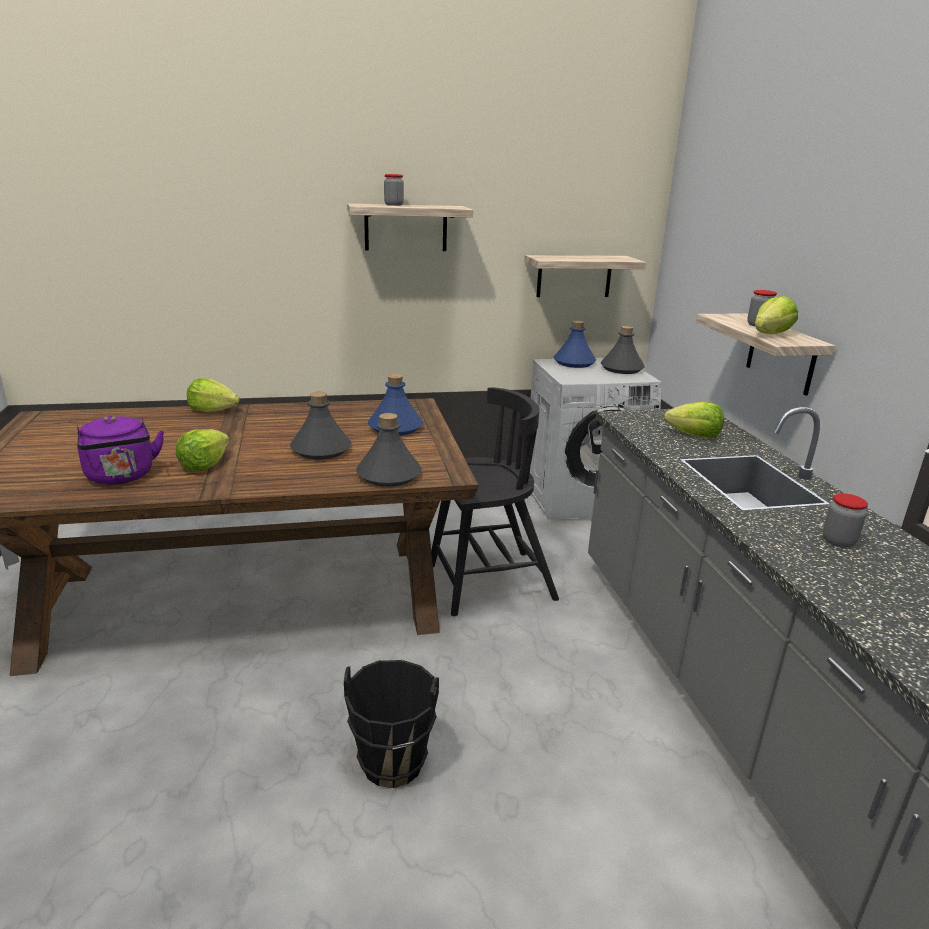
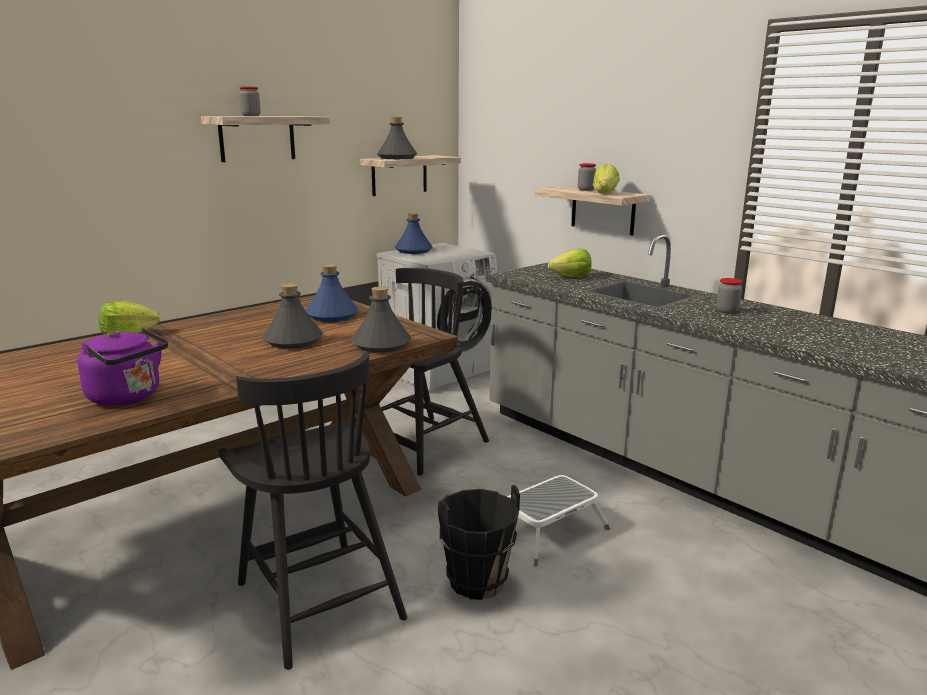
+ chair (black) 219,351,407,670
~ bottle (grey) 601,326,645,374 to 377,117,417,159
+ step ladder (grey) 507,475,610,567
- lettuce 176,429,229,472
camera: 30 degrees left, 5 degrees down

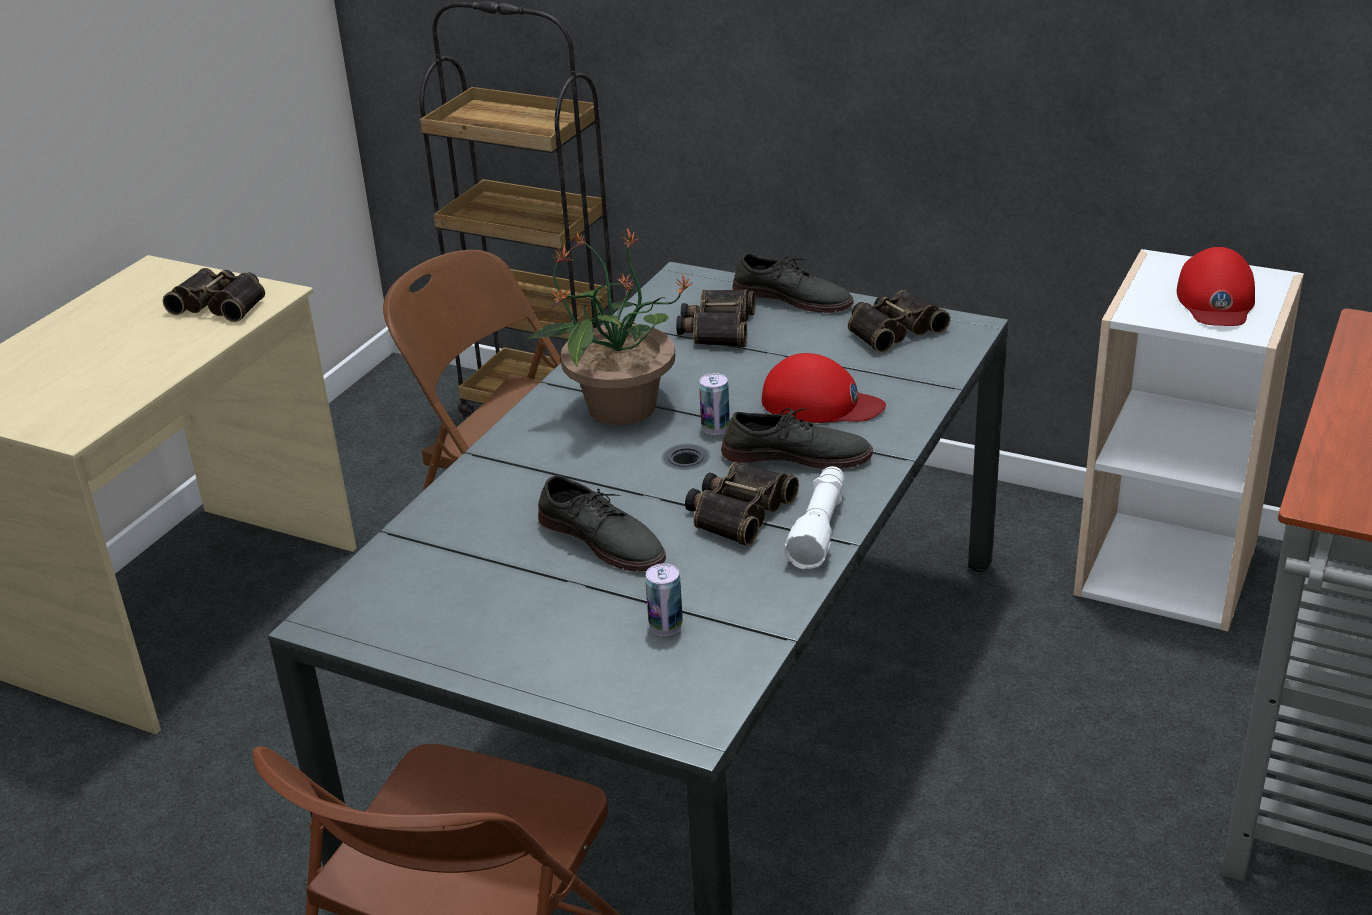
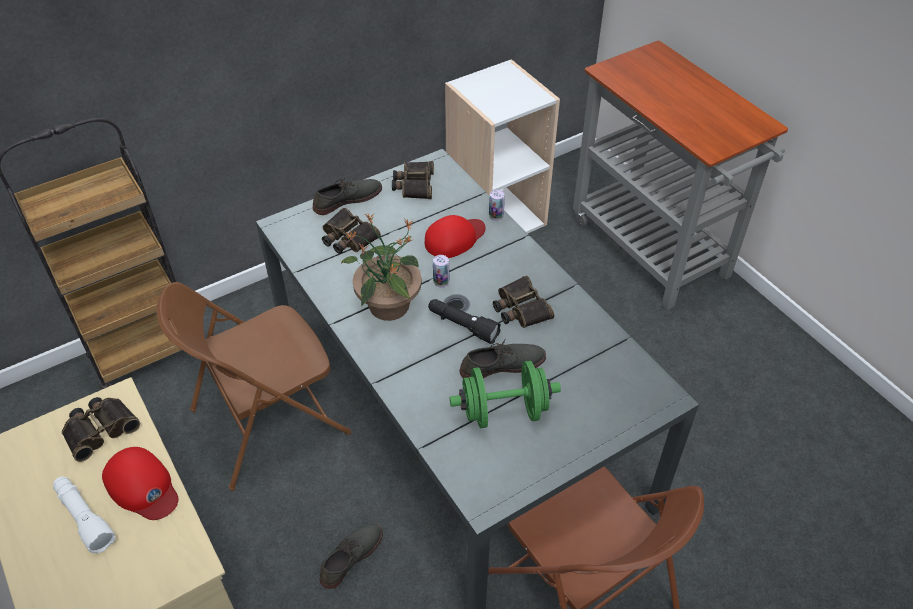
~ flashlight (white) 784,466,845,569 to 53,476,116,553
~ cap (red) 1177,247,1255,326 to 102,447,178,520
~ shoe (grey) 721,408,873,469 to 319,524,383,589
+ flashlight (black) 428,299,501,344
+ dumbbell (green) 450,361,561,428
~ can 645,564,683,636 to 489,190,505,221
camera: 60 degrees left, 15 degrees up

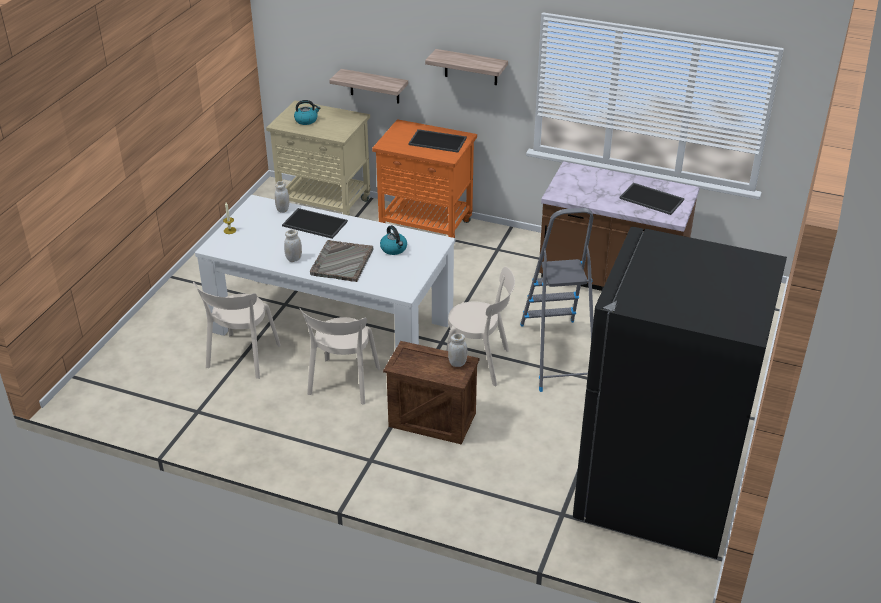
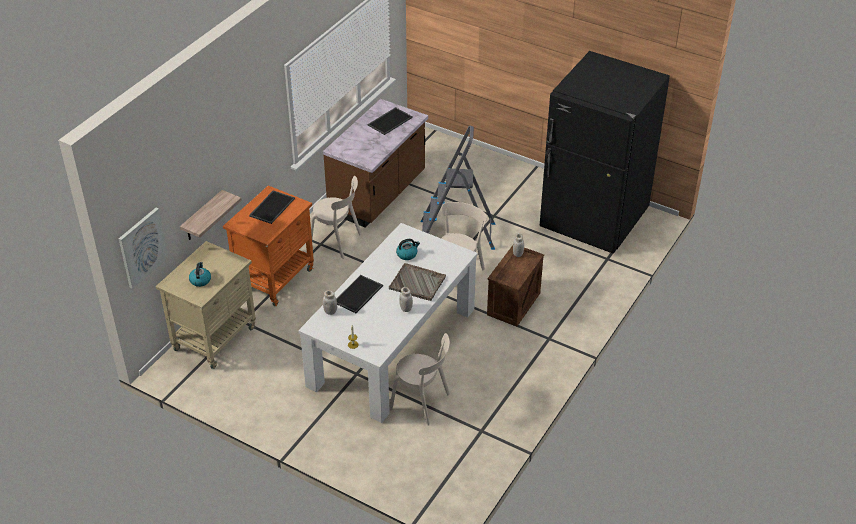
+ picture 119,208,168,289
~ chair (beige) 299,307,380,404 to 311,176,362,259
- shelf 425,49,508,85
camera: 80 degrees left, 5 degrees up

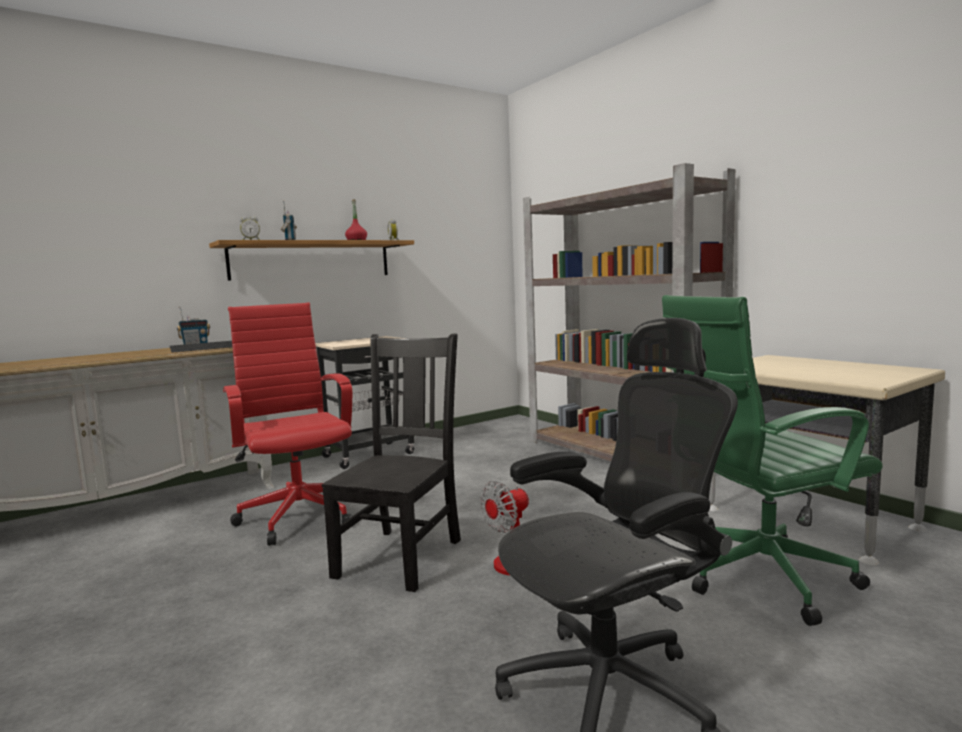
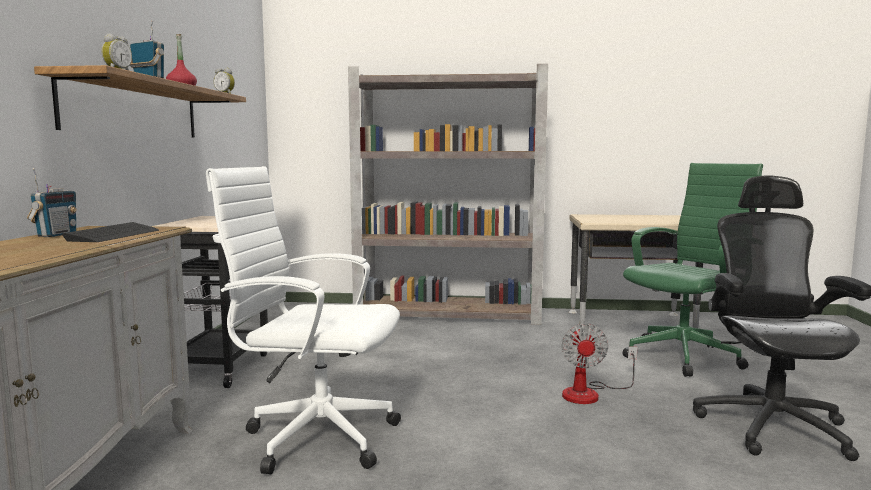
~ office chair (red) 223,302,353,546 to office chair (white) 206,166,401,474
~ office chair (green) 662,295,883,626 = 623,163,763,377 150 degrees counterclockwise
- chair (black) 322,334,461,592
camera: 50 degrees left, 0 degrees up

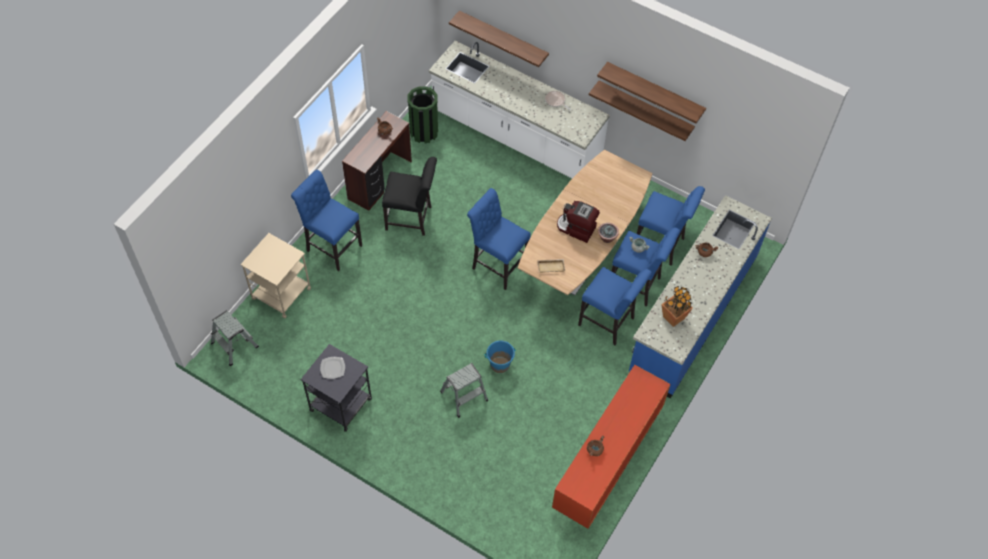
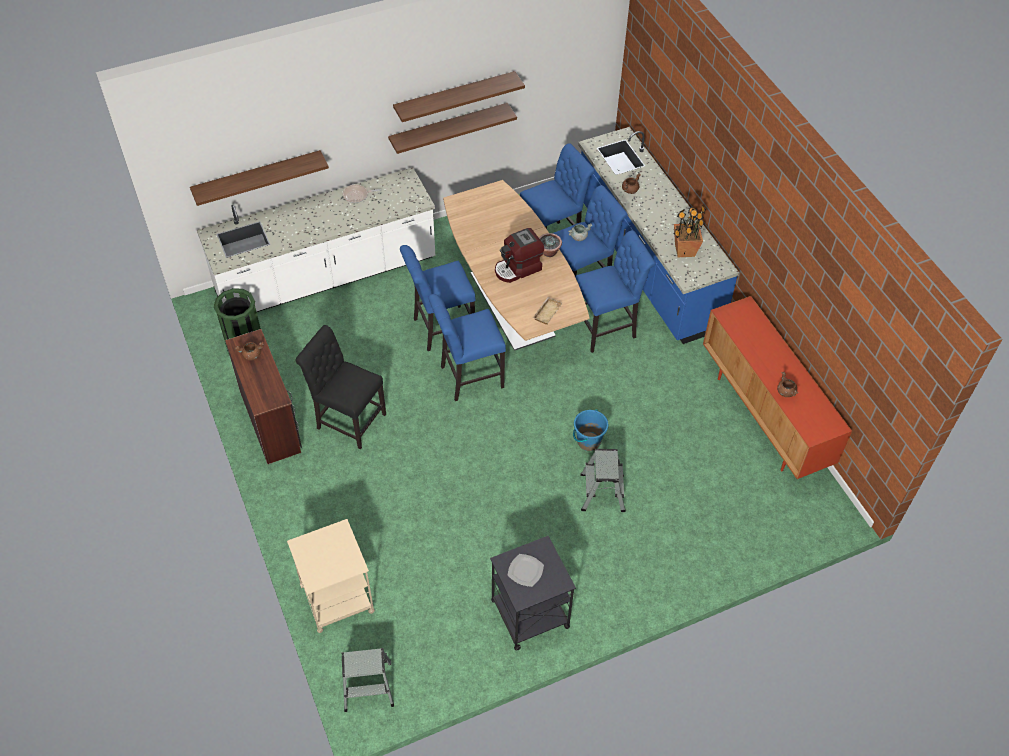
~ chair (black) 382,157,437,236 = 296,325,386,450 105 degrees counterclockwise
~ stool (blue) 291,170,362,271 to 400,245,476,351
camera: 55 degrees left, 5 degrees down

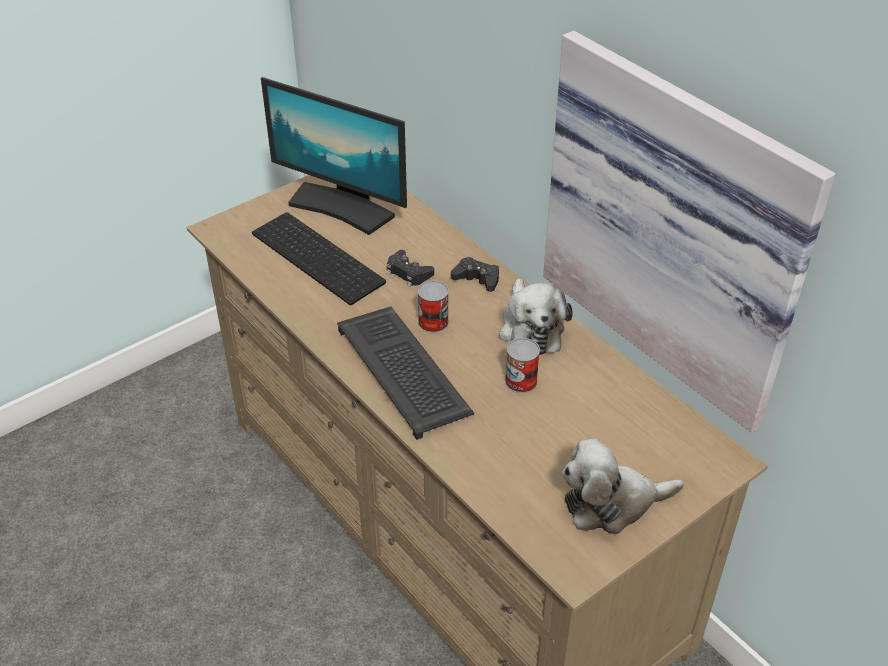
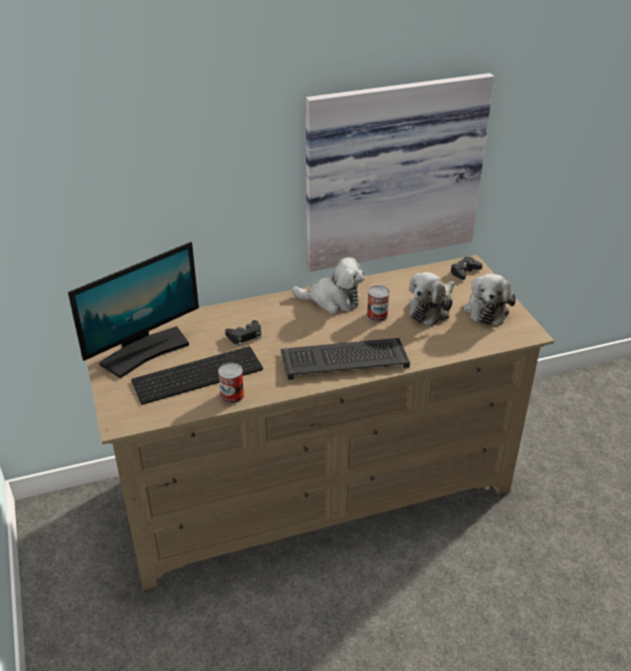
~ can 417,280,449,333 to 218,363,244,404
+ plush toy 409,272,455,326
~ game controller (black) 451,257,499,292 to 450,257,483,280
camera: 70 degrees left, 5 degrees down

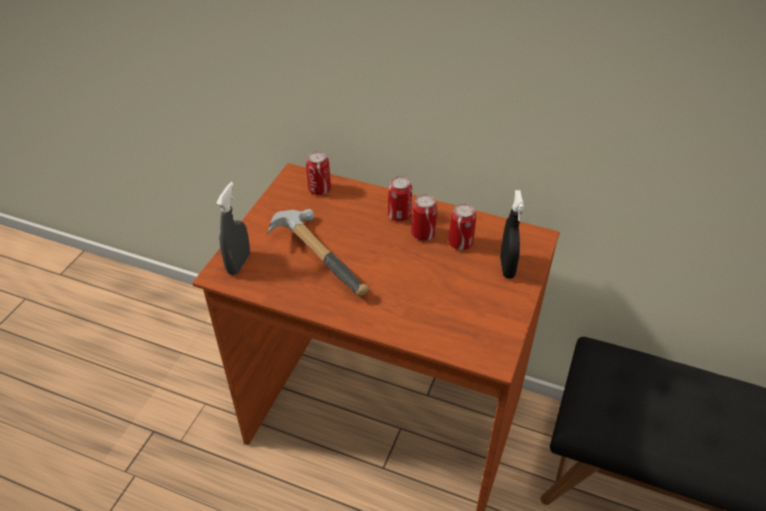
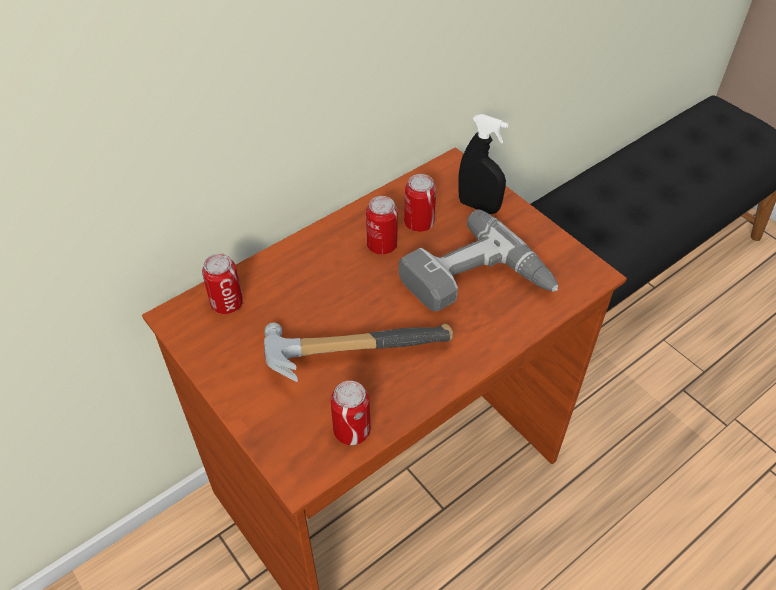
~ can 388,176,412,222 to 331,381,371,445
+ power drill 399,210,558,311
- spray bottle (grey) 216,182,250,275
camera: 60 degrees left, 5 degrees up

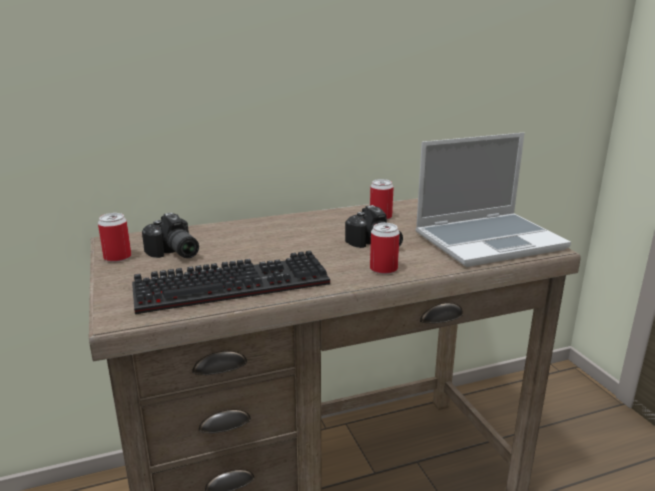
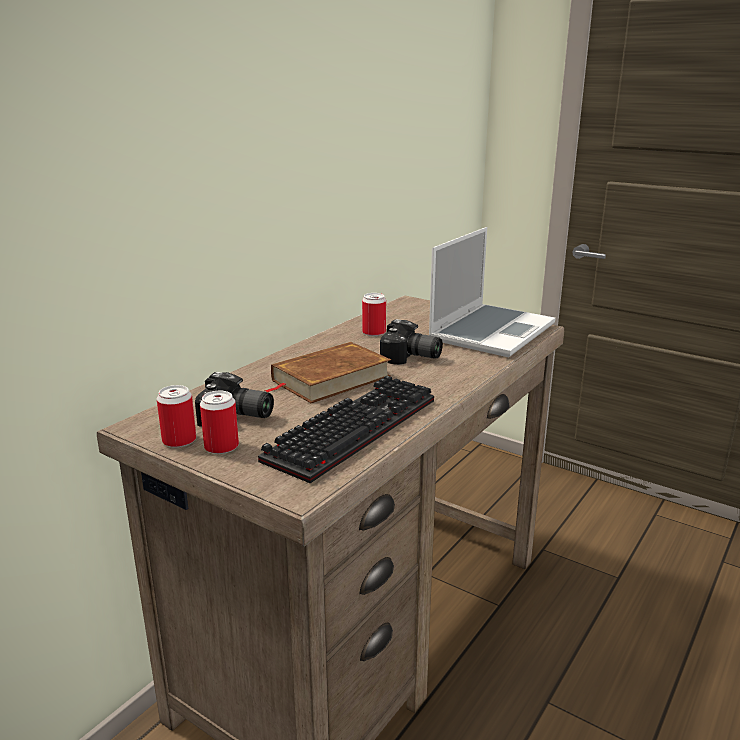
~ can 370,223,400,274 to 200,391,239,454
+ book (brown) 264,342,391,403
camera: 35 degrees left, 0 degrees up

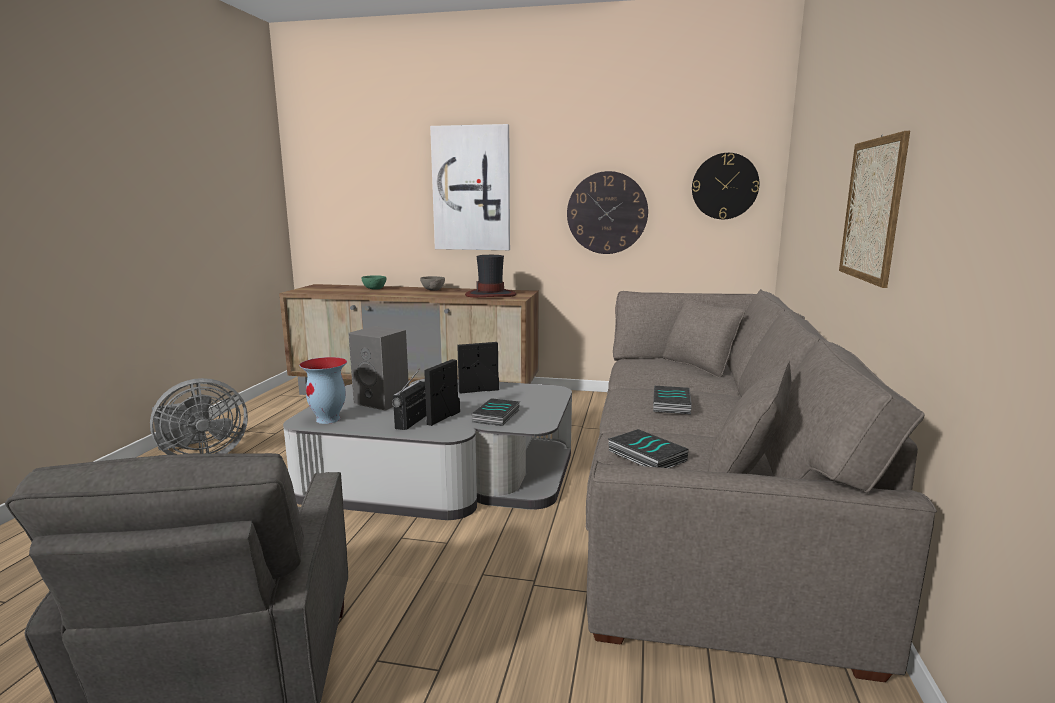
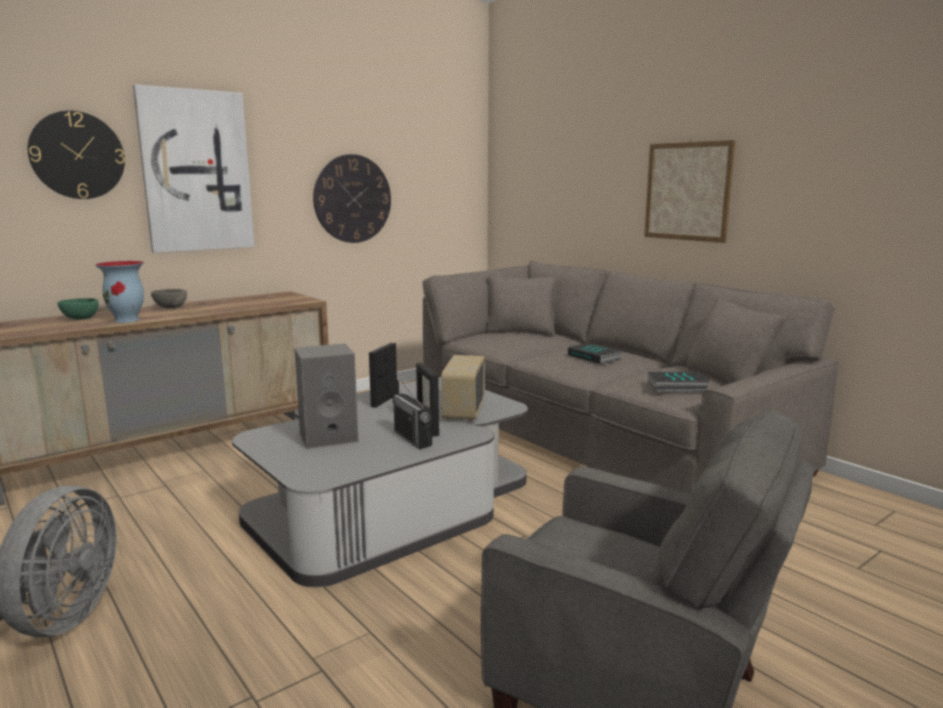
~ wall clock 692,153,759,219 to 27,111,125,199
~ vase 299,357,347,424 to 95,261,144,323
~ book 472,398,520,426 to radio 441,355,485,421
- hat 465,255,516,297
camera: 50 degrees left, 0 degrees up

